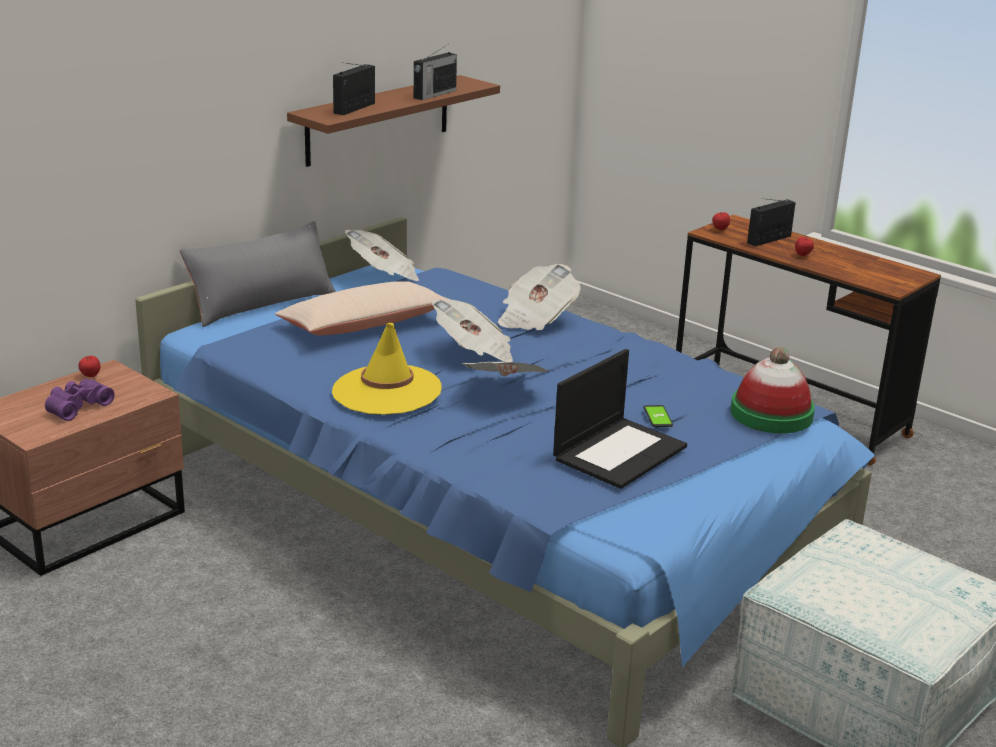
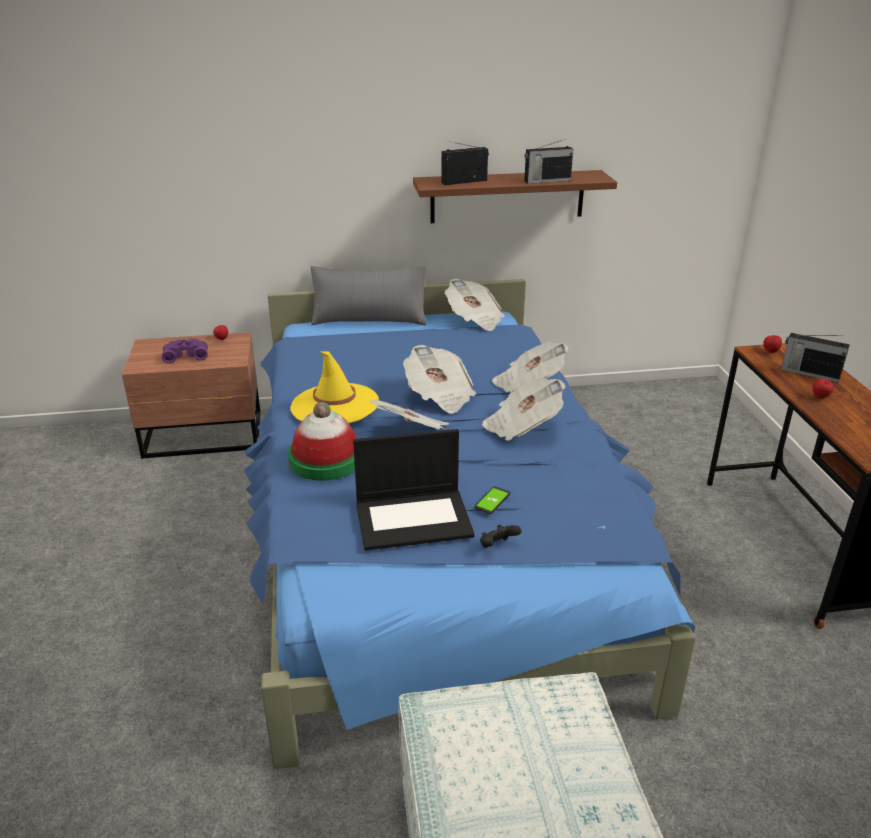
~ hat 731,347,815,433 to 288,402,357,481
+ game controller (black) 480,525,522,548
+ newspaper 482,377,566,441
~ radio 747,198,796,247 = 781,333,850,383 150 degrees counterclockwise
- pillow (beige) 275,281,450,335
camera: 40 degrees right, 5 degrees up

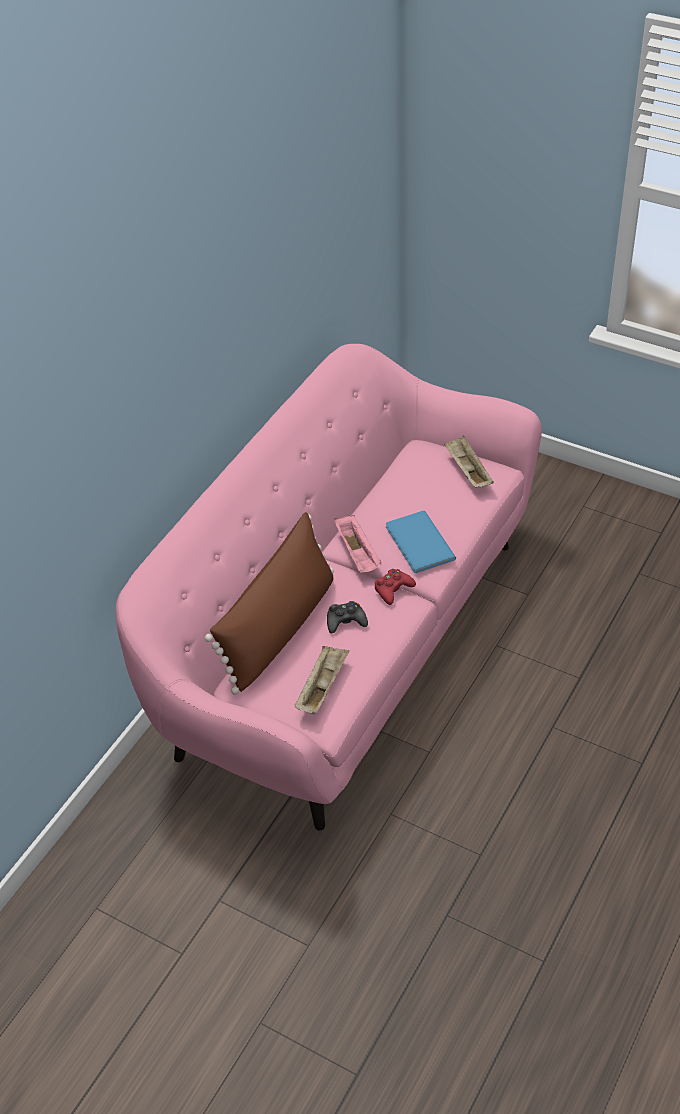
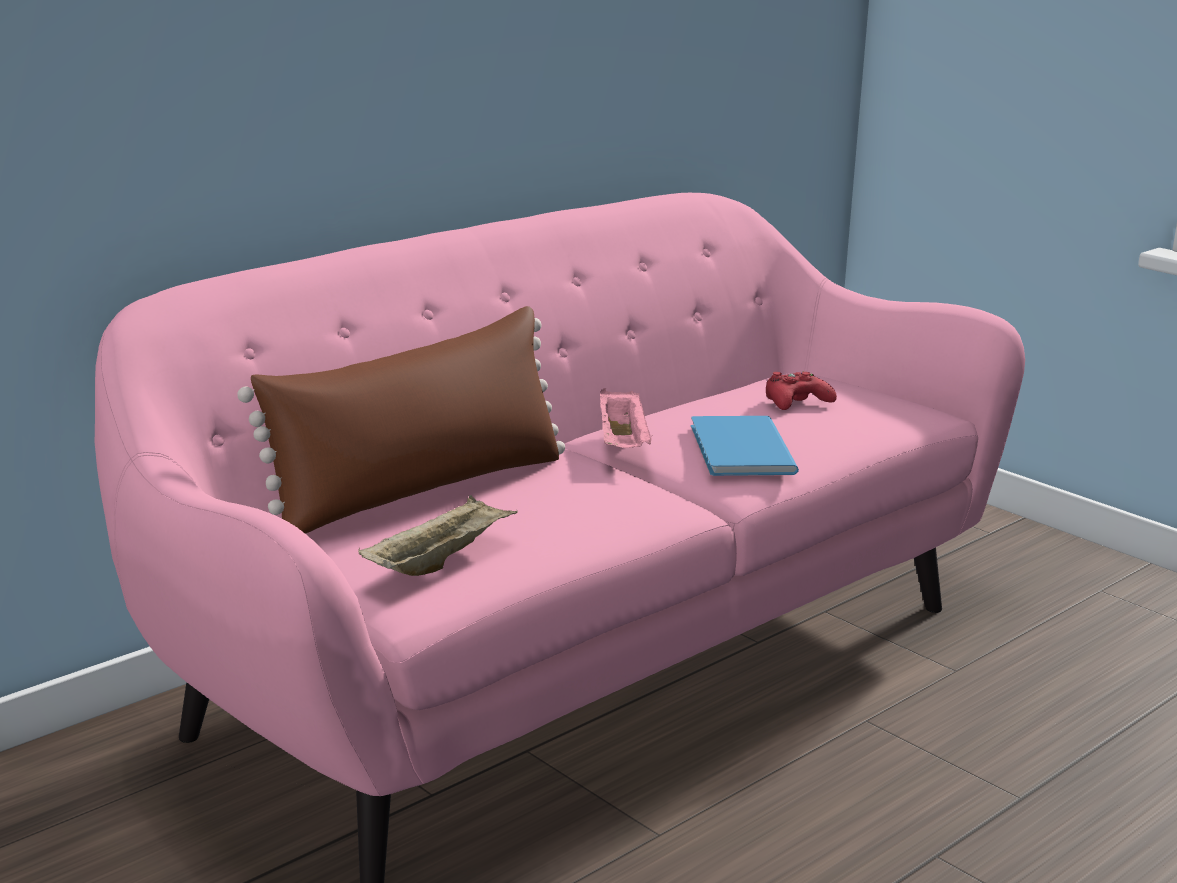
~ game controller (red) 375,569,416,605 to 766,371,837,410
- game controller (black) 327,601,368,633
- tray (beige) 444,436,494,488
camera: 15 degrees right, 25 degrees down

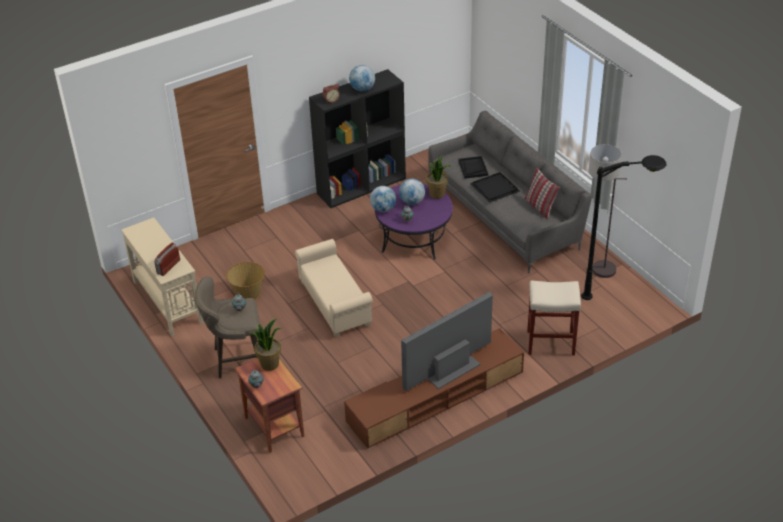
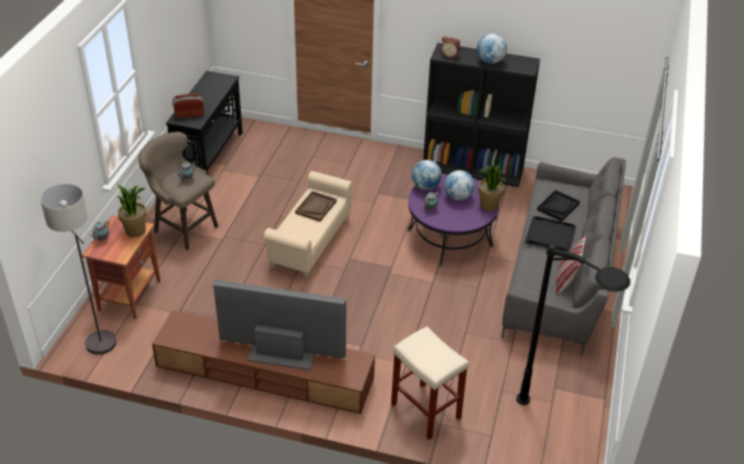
~ floor lamp (grey) 589,144,627,278 to 40,184,116,355
~ console table (beige) 121,218,203,336 to console table (black) 166,71,243,175
+ tray (brown) 295,191,337,222
- basket 226,262,265,300
camera: 45 degrees right, 0 degrees up

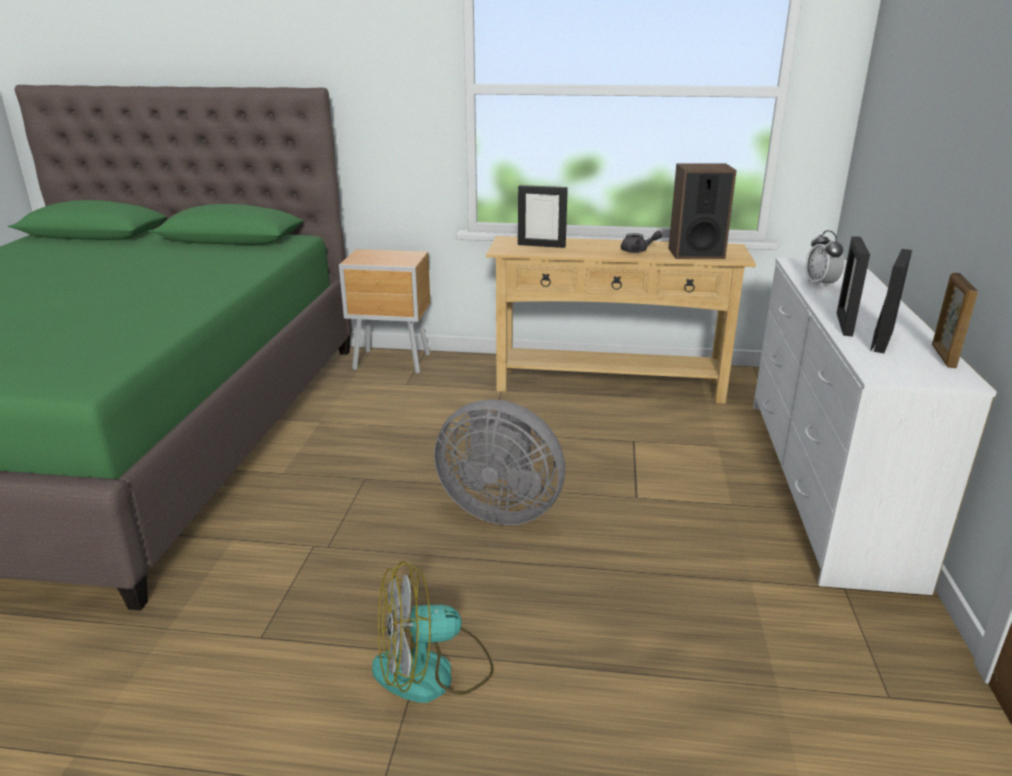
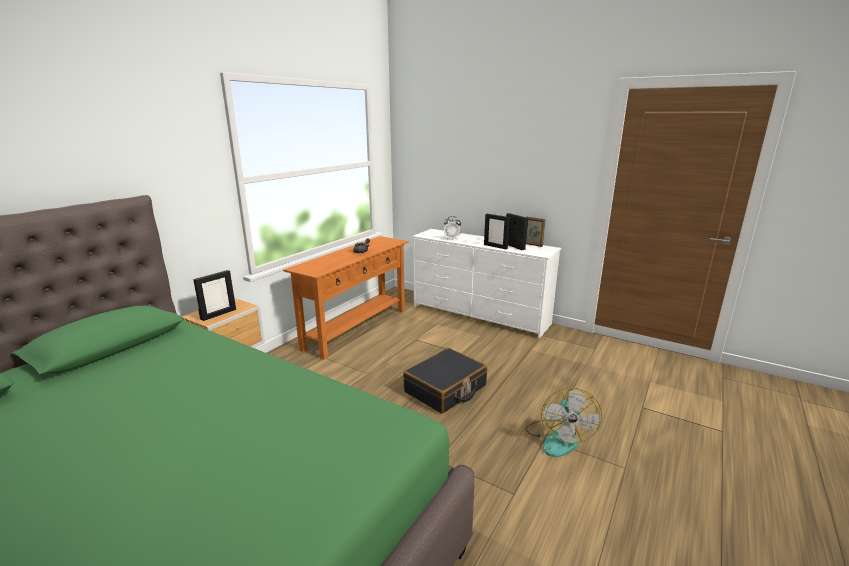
~ picture frame 518,185,568,248 to 193,270,236,321
~ console table (beige) 486,236,756,404 to console table (orange) 283,236,409,360
~ fan (grey) 434,399,565,525 to suitcase (black) 403,348,487,414
- speaker 668,164,737,259
camera: 65 degrees left, 5 degrees down

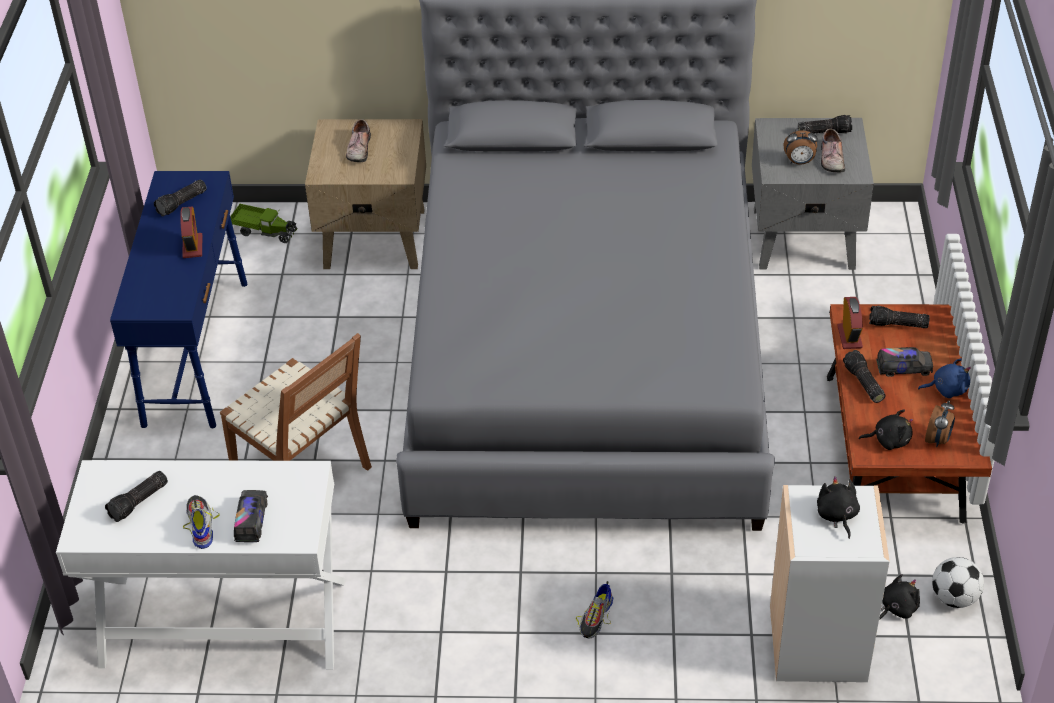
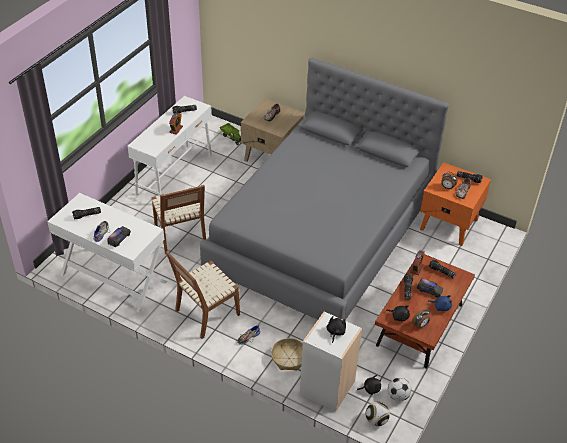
~ console table (blue) 110,171,248,428 to console table (white) 127,96,212,196
+ chair 166,251,240,339
+ basket 271,338,303,371
+ football 366,402,390,426
~ nightstand (grey) 752,118,874,270 to nightstand (orange) 420,162,491,246
camera: 25 degrees right, 0 degrees up

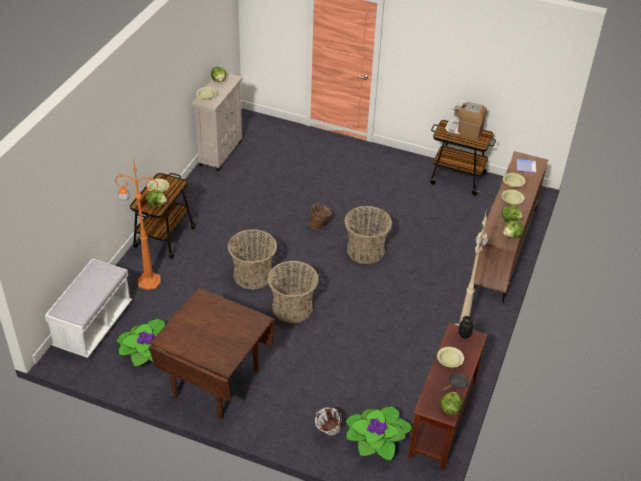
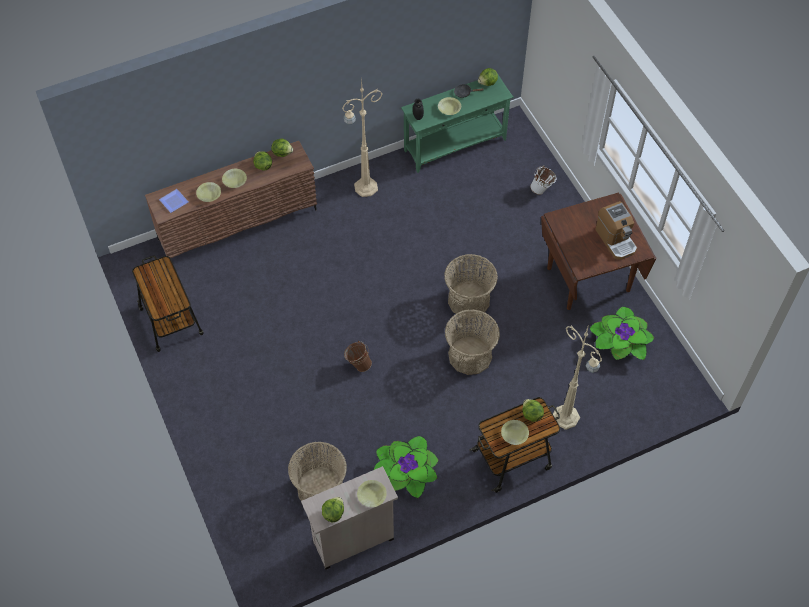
~ basket 344,206,392,264 to 288,442,347,501
~ potted plant 346,407,412,461 to 373,436,438,499
~ console table (brown) 408,323,488,470 to console table (green) 401,75,513,173
~ floor lamp (orange) 115,158,161,290 to floor lamp (beige) 553,324,602,430
~ coffee machine 445,102,487,142 to 595,201,637,260
- bench (white) 45,259,132,358
camera: 135 degrees left, 15 degrees up

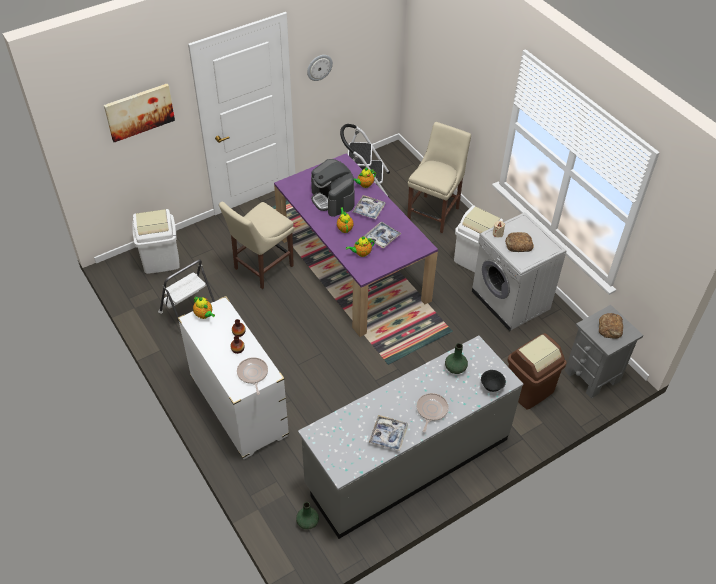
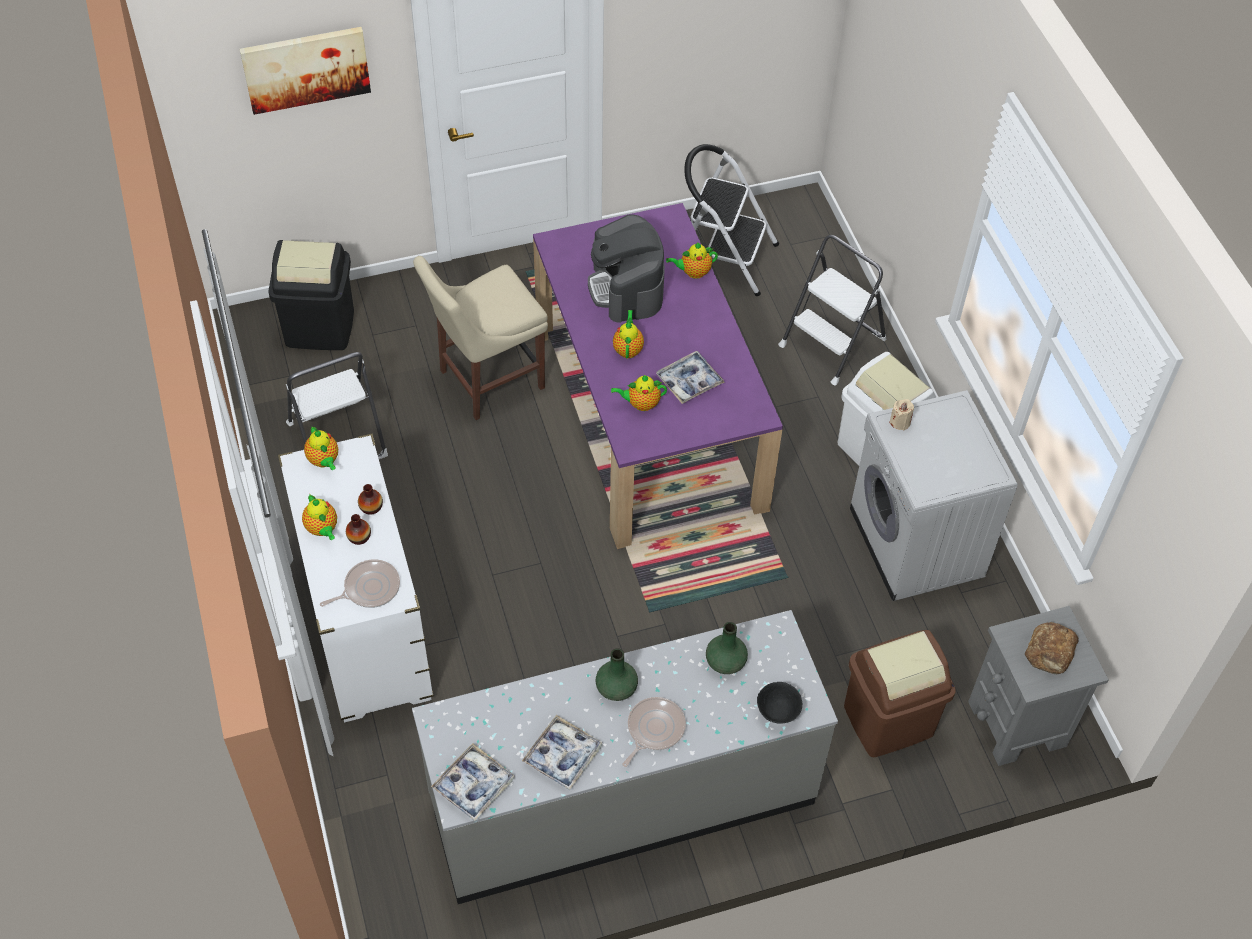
~ trash can (white) 132,209,180,274 to trash can (black) 269,240,354,350
+ teapot 302,494,337,540
~ frying pan 237,357,268,395 = 320,559,400,608 60 degrees clockwise
~ tray 353,195,385,219 to 431,743,514,821
~ vase (green) 296,502,319,530 to 596,648,638,701
~ chair (beige) 407,122,471,233 to step ladder (white) 778,235,886,386
- wall clock 307,55,333,81
- bread 505,232,534,252
camera: 15 degrees right, 5 degrees up

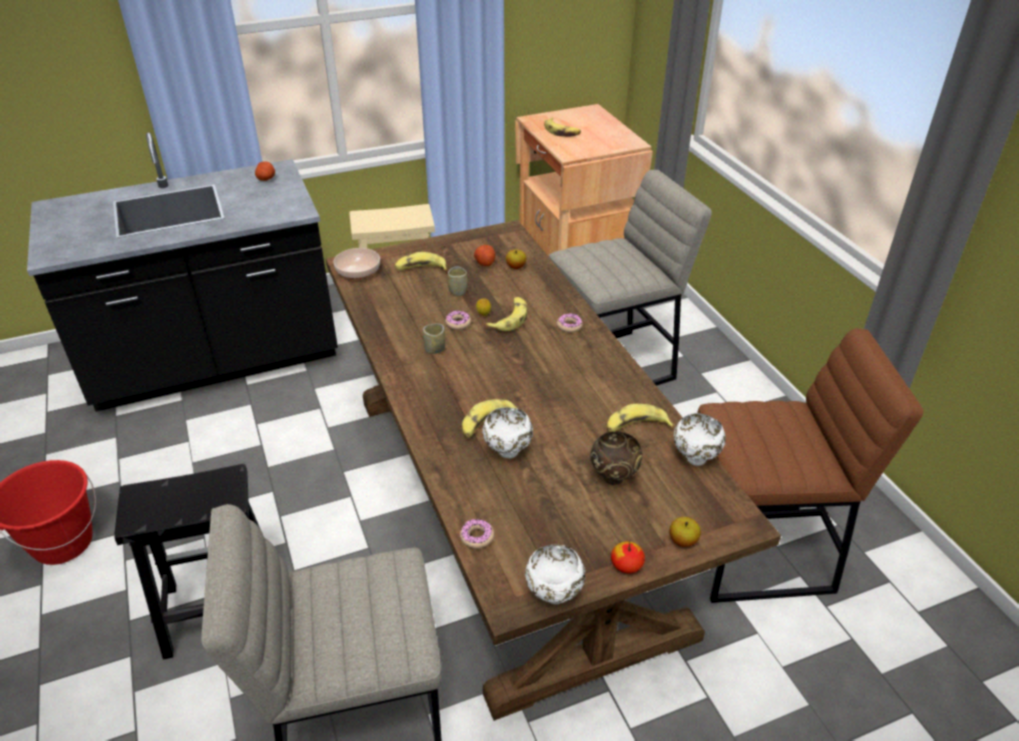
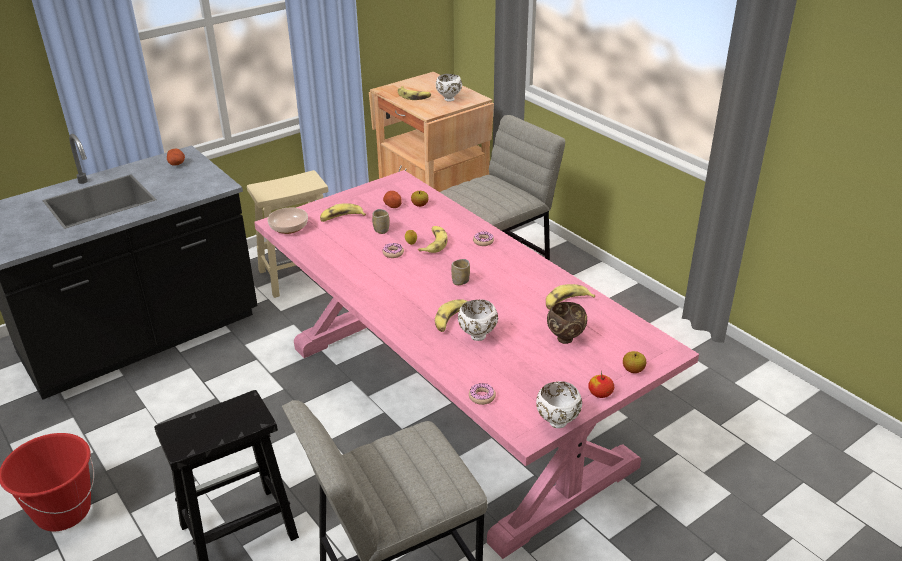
~ dining table (brown) 326,220,781,721 to dining table (pink) 254,170,699,559
~ bowl (white) 674,413,726,466 to 436,74,462,102
~ cup 423,323,445,354 to 451,259,470,285
- chair (brown) 697,328,923,603
camera: 15 degrees left, 5 degrees down

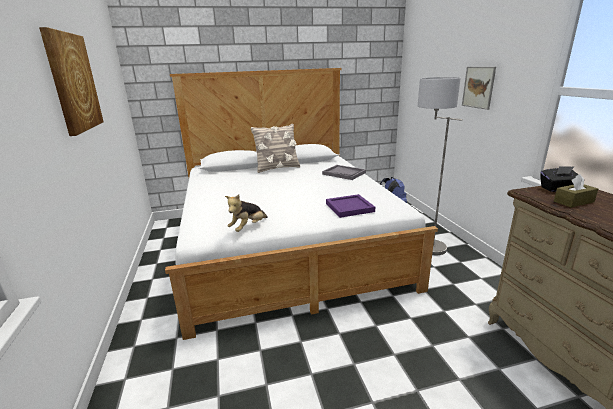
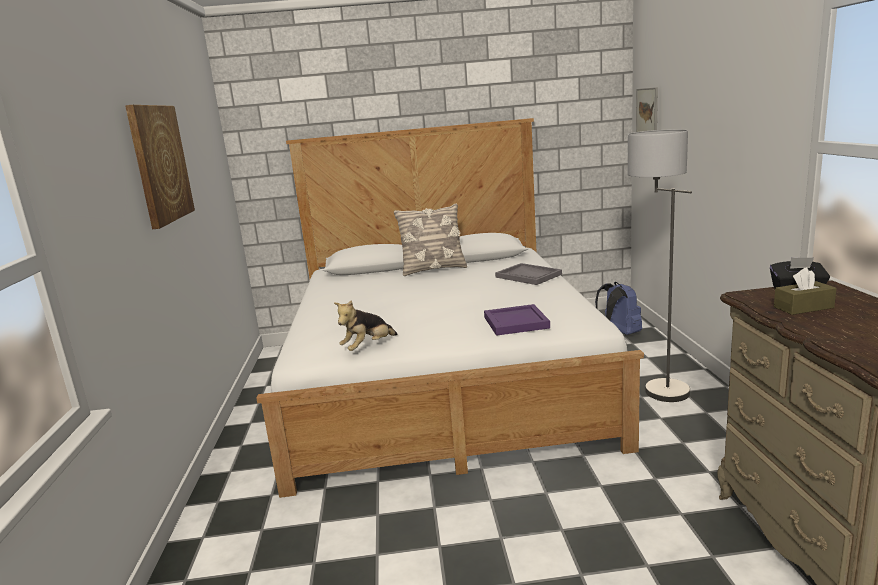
~ picture 462,67,496,110 to 636,87,658,132
camera: 10 degrees right, 5 degrees down

